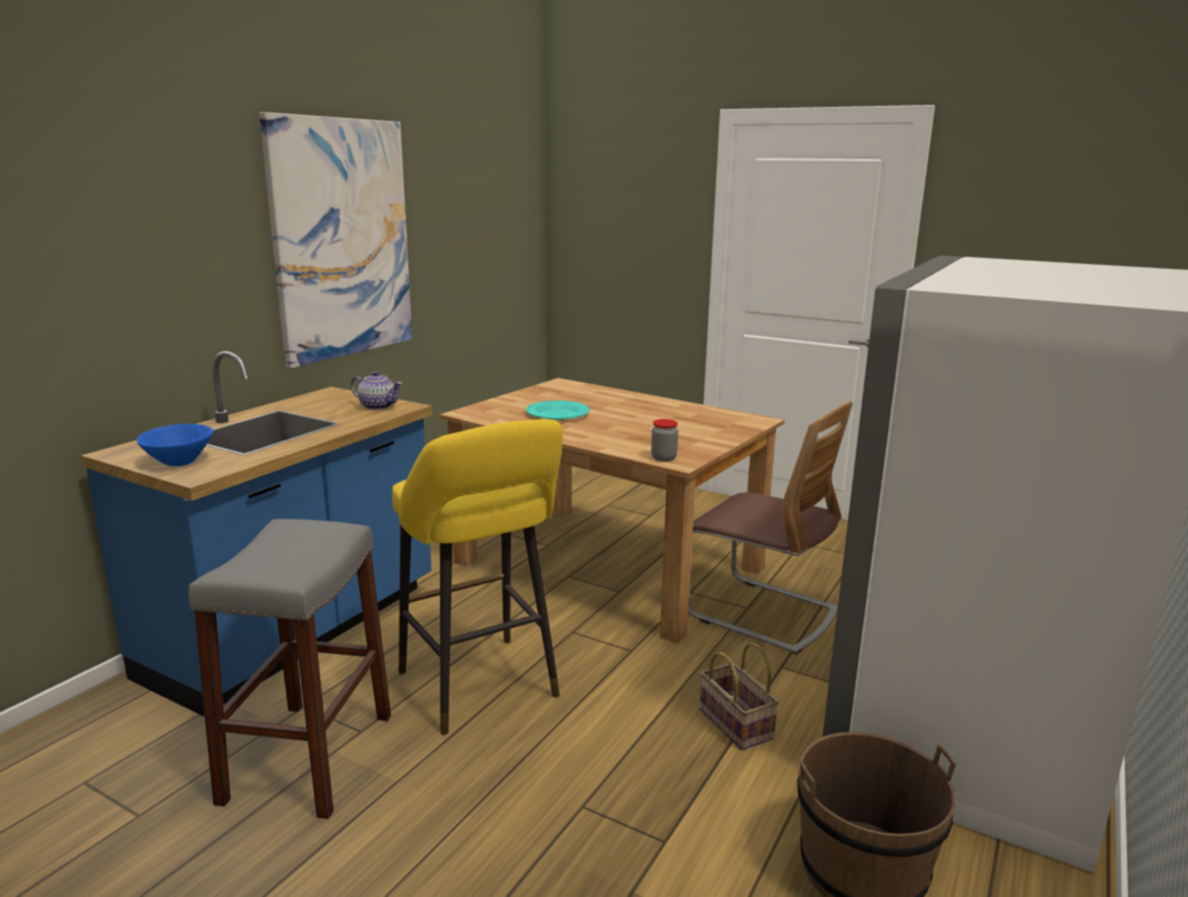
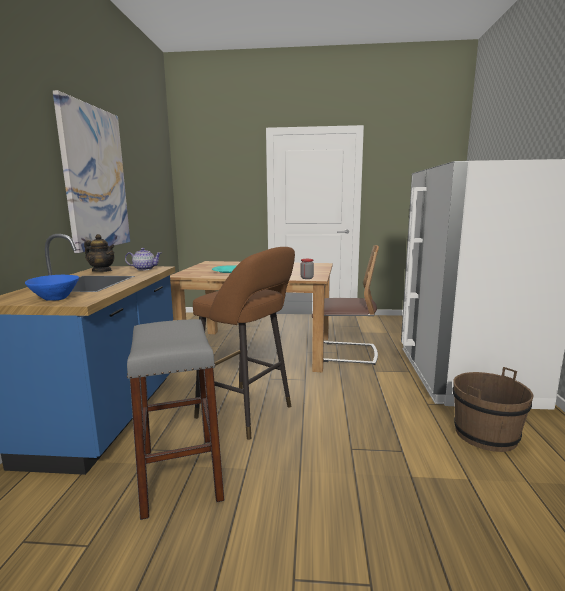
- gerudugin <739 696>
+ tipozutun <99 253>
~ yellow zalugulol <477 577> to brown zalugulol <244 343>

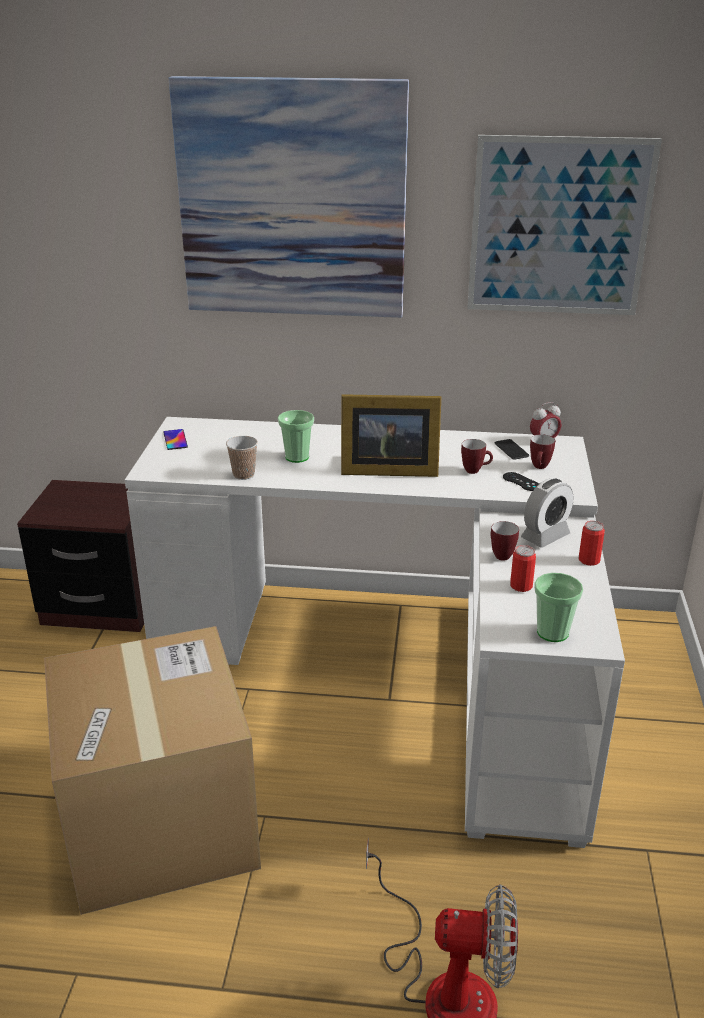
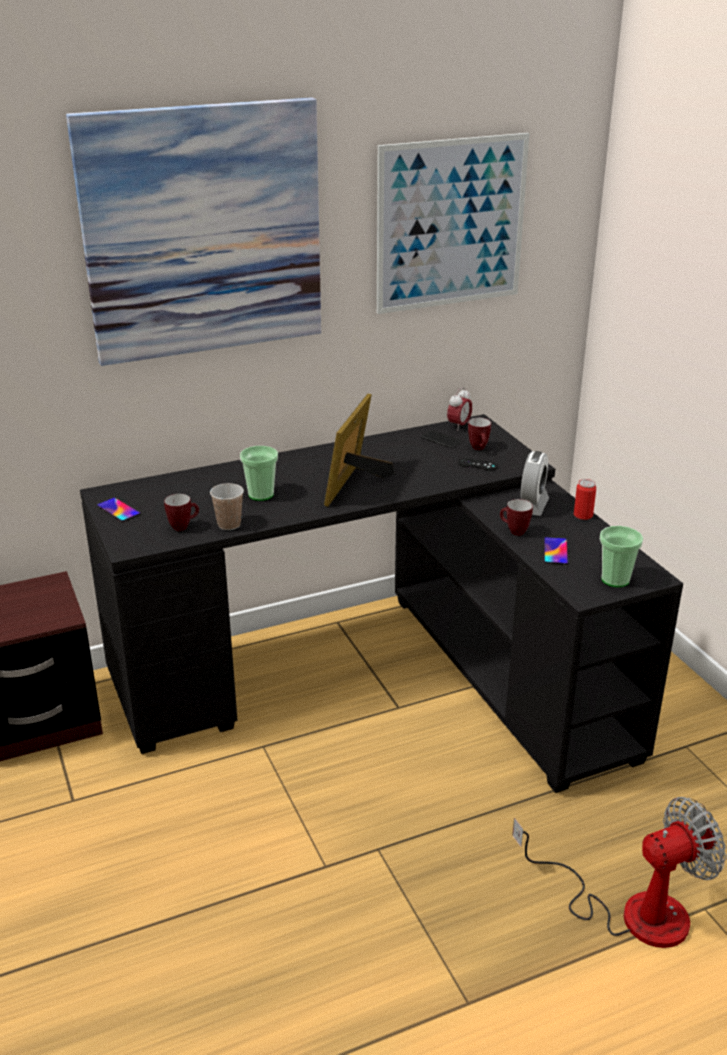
- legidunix <152 770>
~ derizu <477 456> to <181 512>
~ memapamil <523 568> to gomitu <556 551>
~ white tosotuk <375 632> to black tosotuk <381 603>
~ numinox <391 435> = <359 450> 135 degrees clockwise

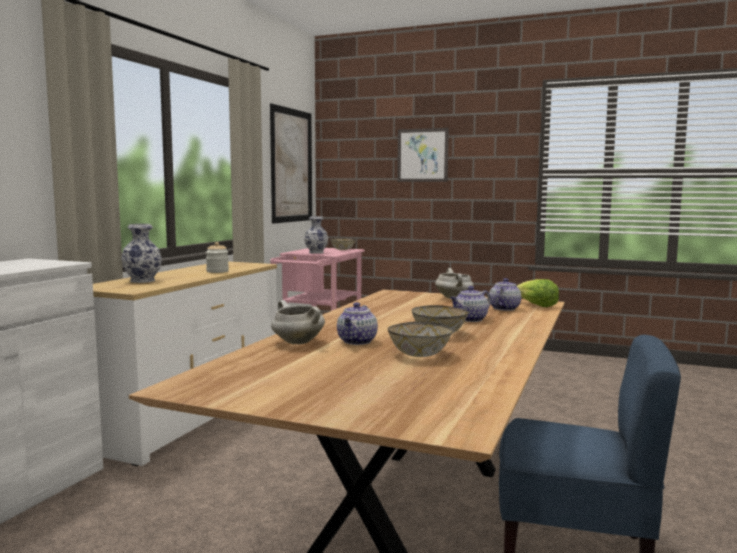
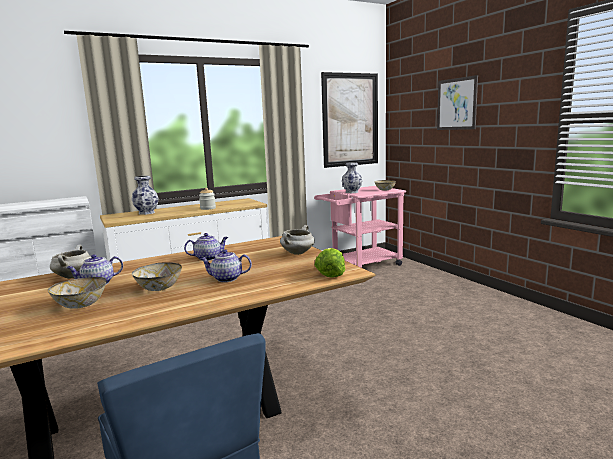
~ tipozutun <505 294> to <206 247>

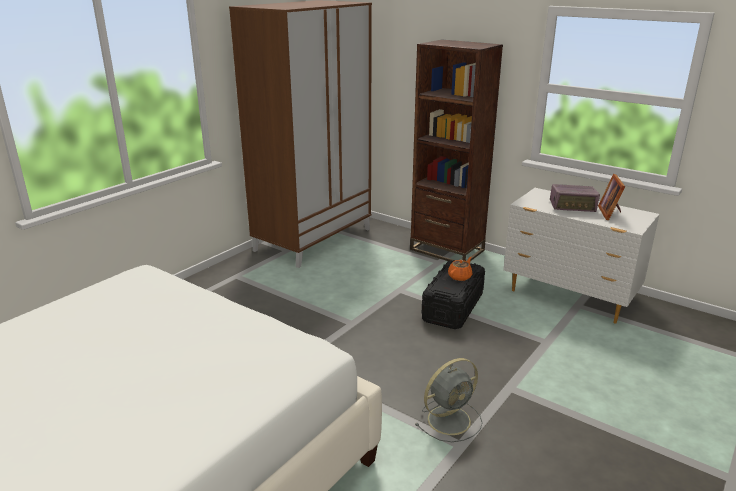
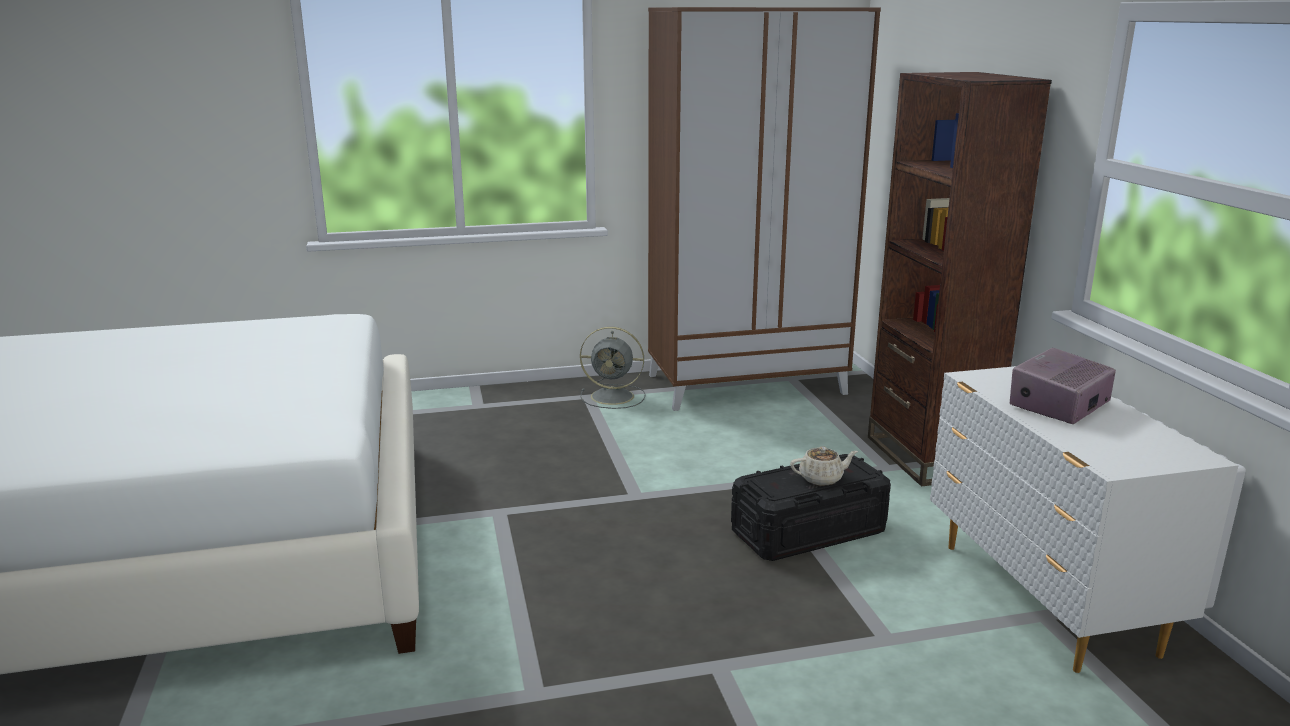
- numinox <611 197>
~ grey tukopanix <449 400> to <613 368>
~ orange tipozutun <460 269> to beige tipozutun <824 466>
~ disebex <575 198> = <1063 386> 90 degrees clockwise

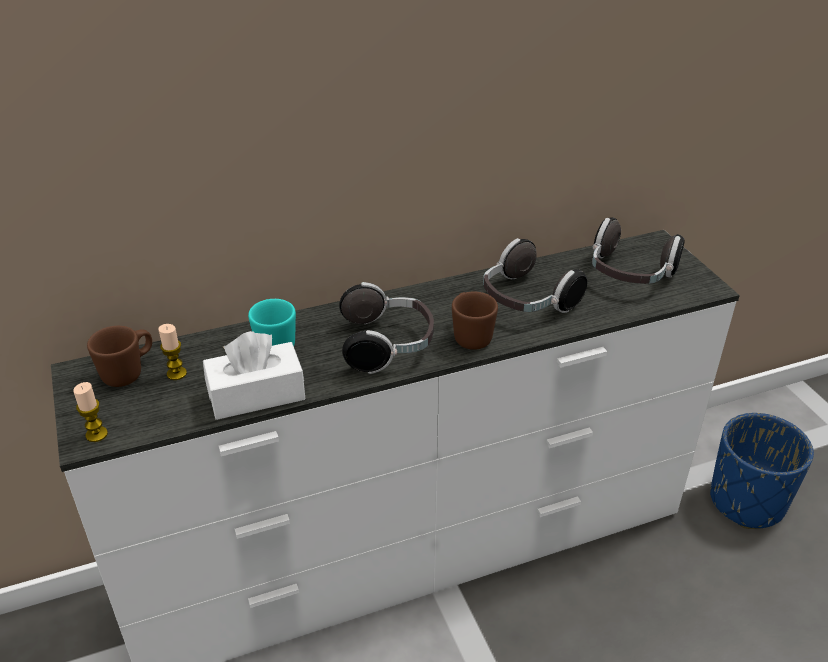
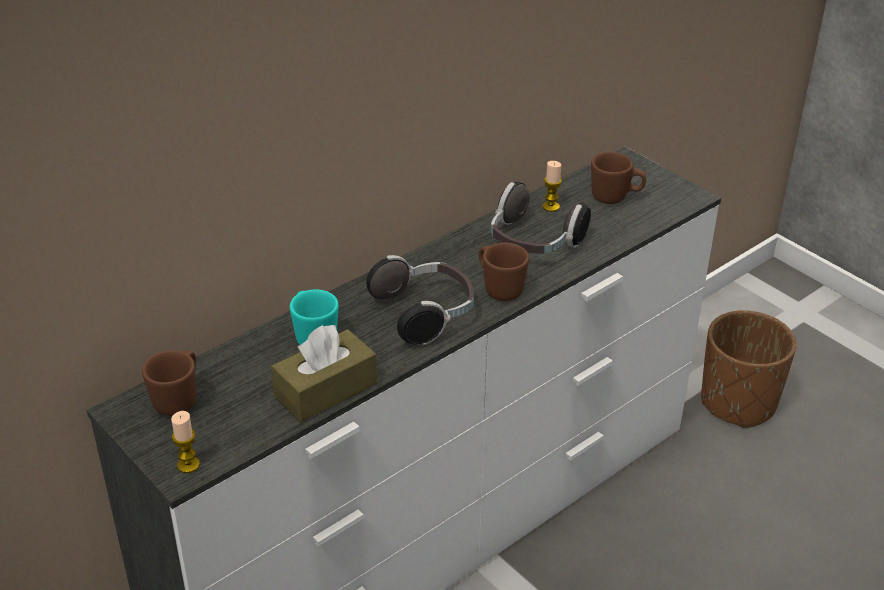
~ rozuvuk <172 352> to <552 186>
~ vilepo <638 250> to brown derizu <618 178>
~ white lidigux <254 375> to brown lidigux <324 373>
~ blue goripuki <762 471> to brown goripuki <749 369>

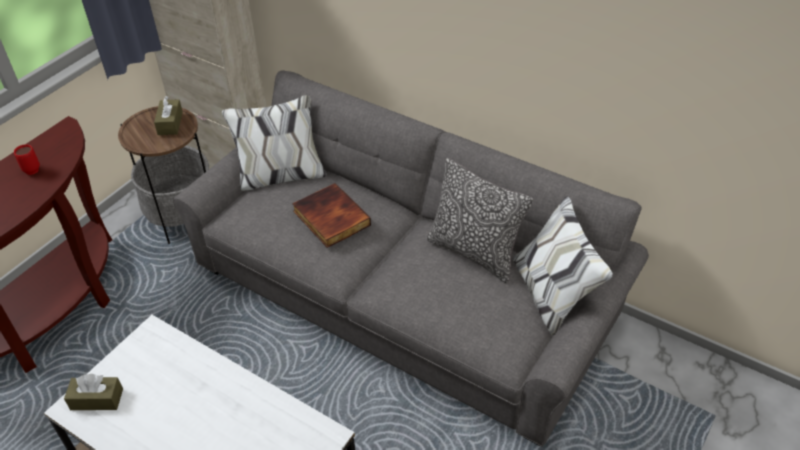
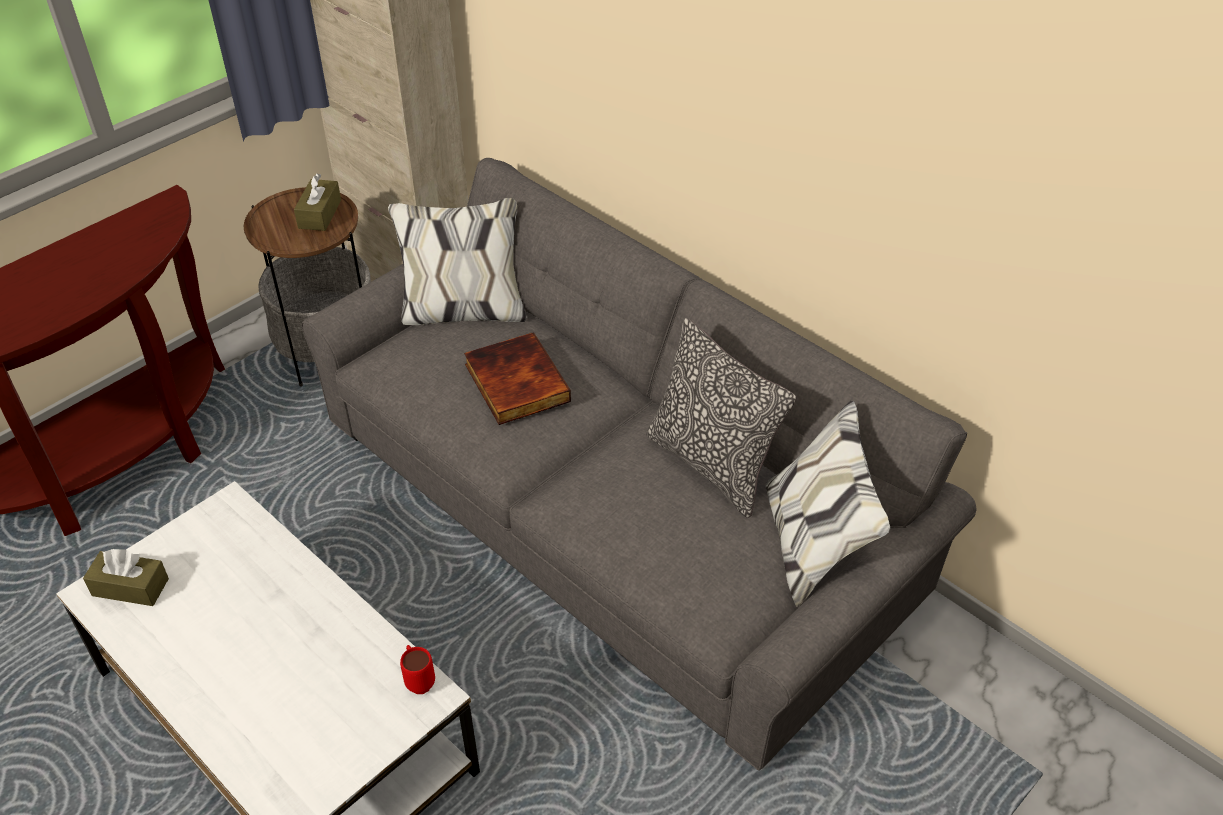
~ red derizu <27 159> to <417 669>

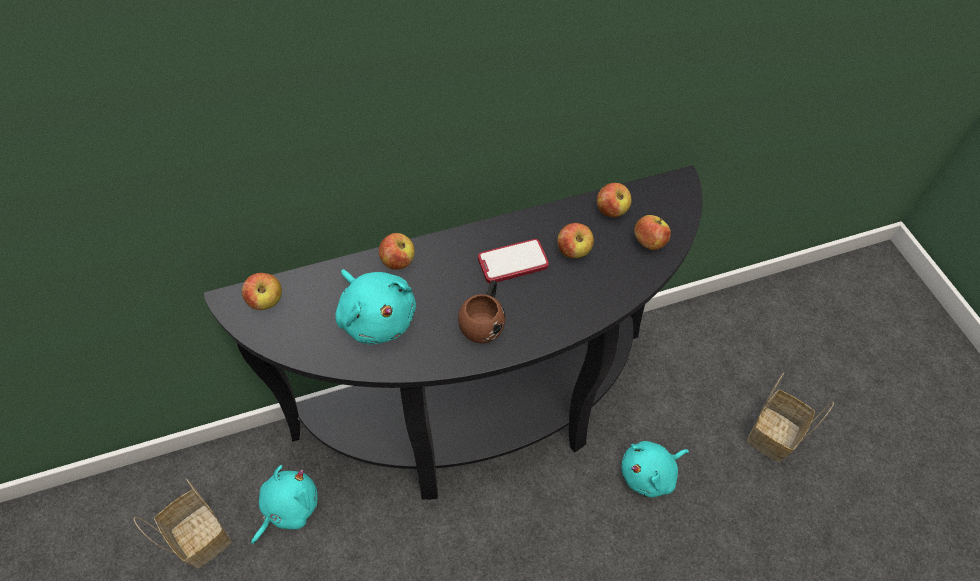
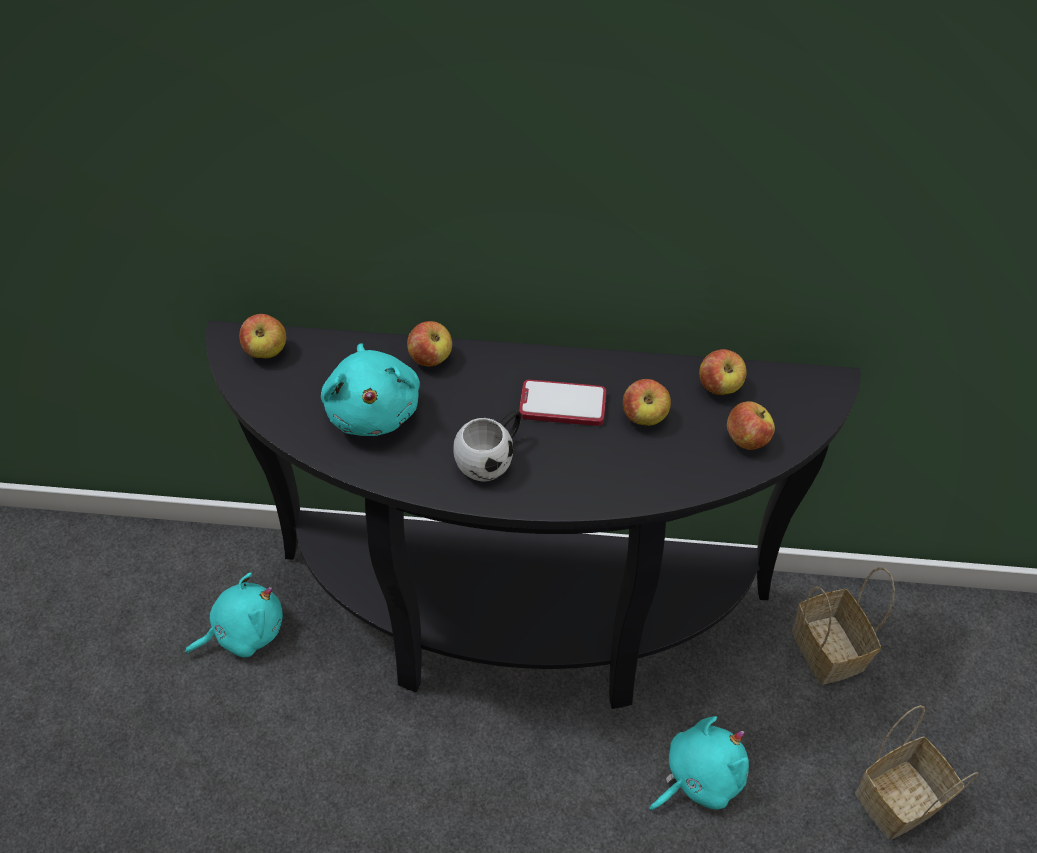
~ gerudugin <182 523> to <843 626>
~ brown derizu <482 311> to white derizu <487 446>
~ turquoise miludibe <655 469> = <699 763> 150 degrees clockwise

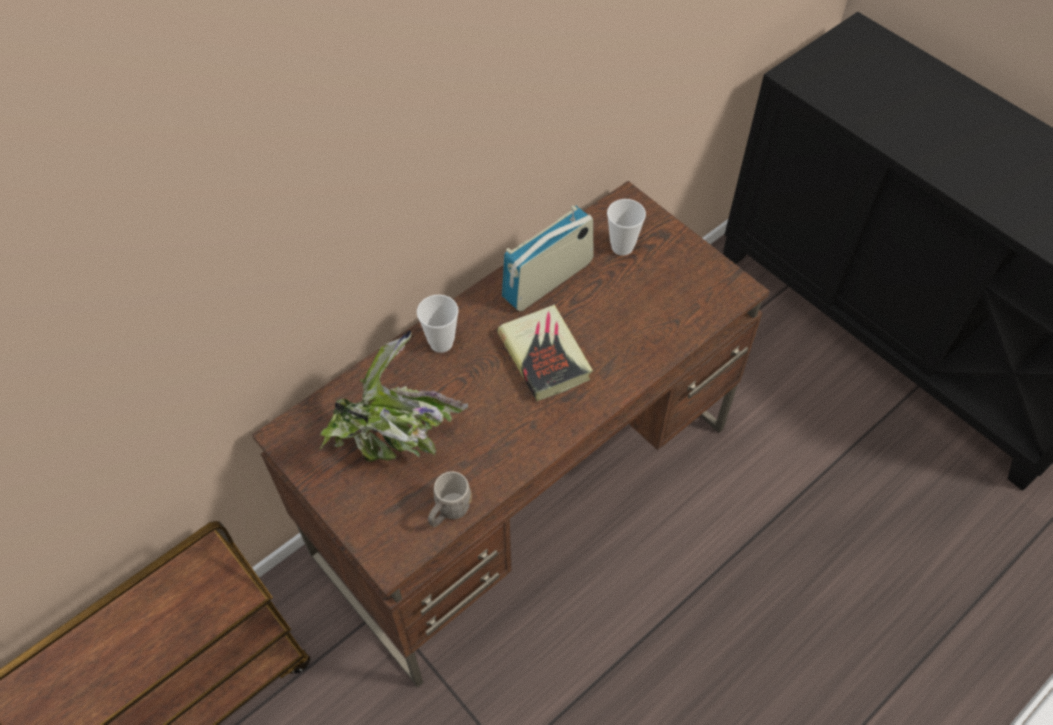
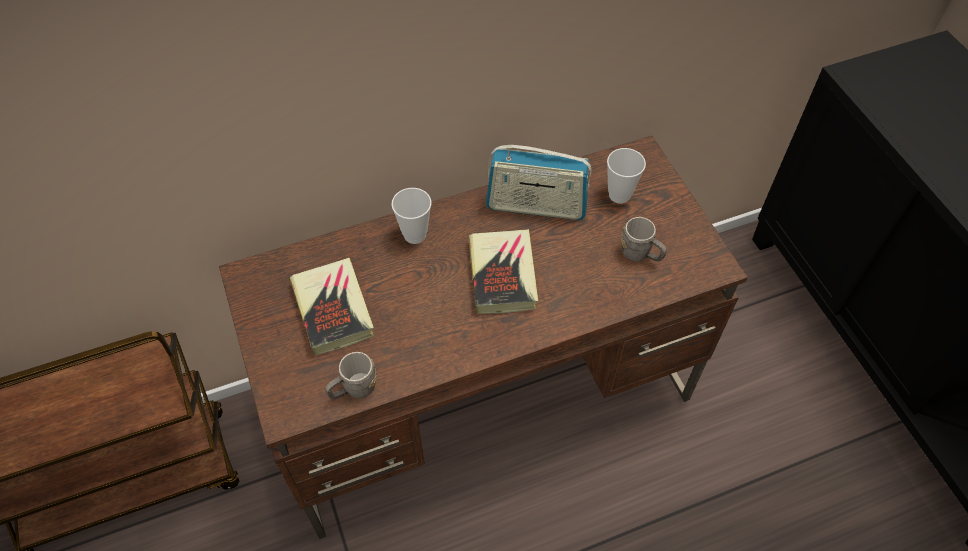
+ grey derizu <644 239>
~ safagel <393 396> to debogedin <332 307>
~ disebex <547 258> = <539 182> 150 degrees counterclockwise

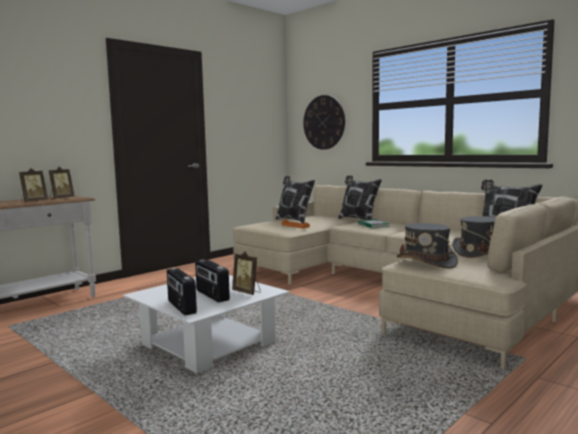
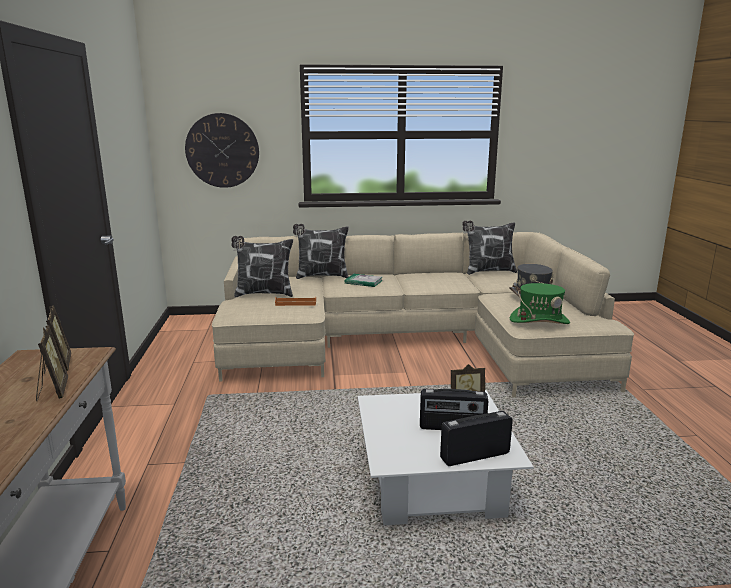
~ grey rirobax <427 246> to green rirobax <540 303>
~ disebex <182 292> = <476 438> 150 degrees clockwise

